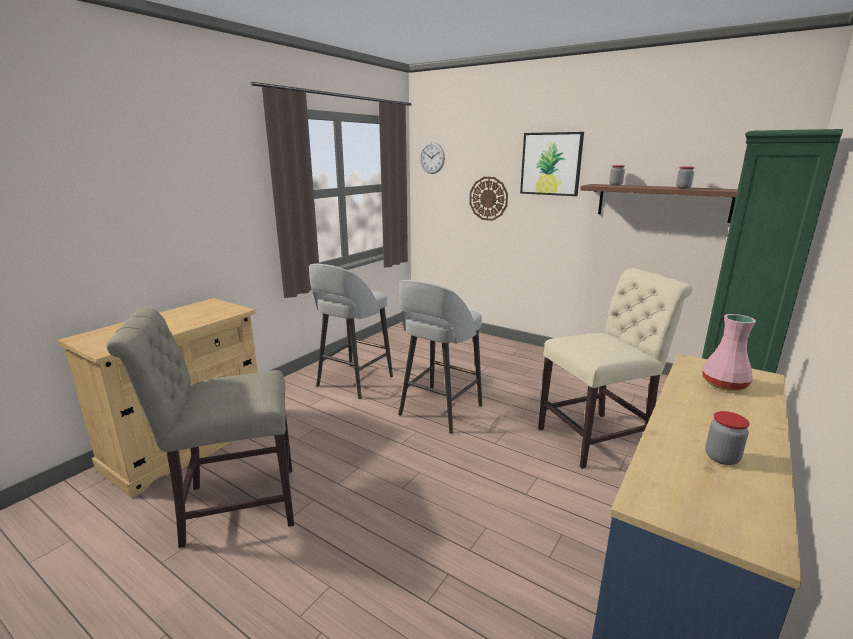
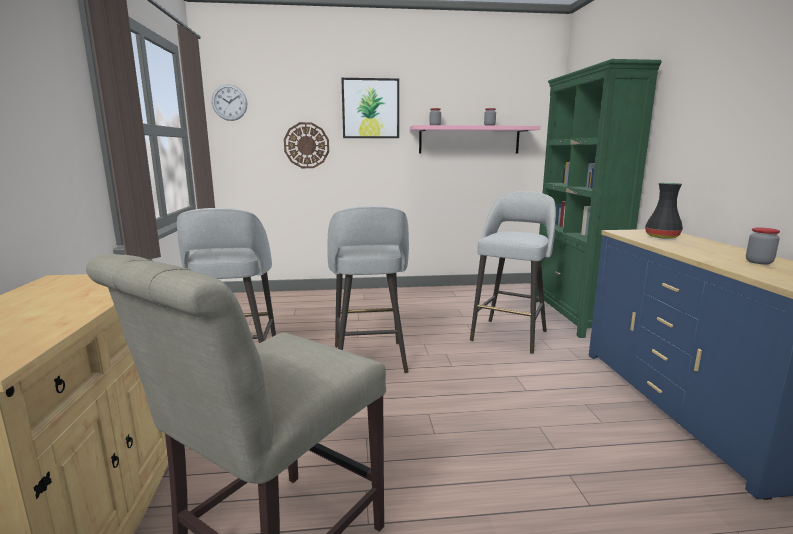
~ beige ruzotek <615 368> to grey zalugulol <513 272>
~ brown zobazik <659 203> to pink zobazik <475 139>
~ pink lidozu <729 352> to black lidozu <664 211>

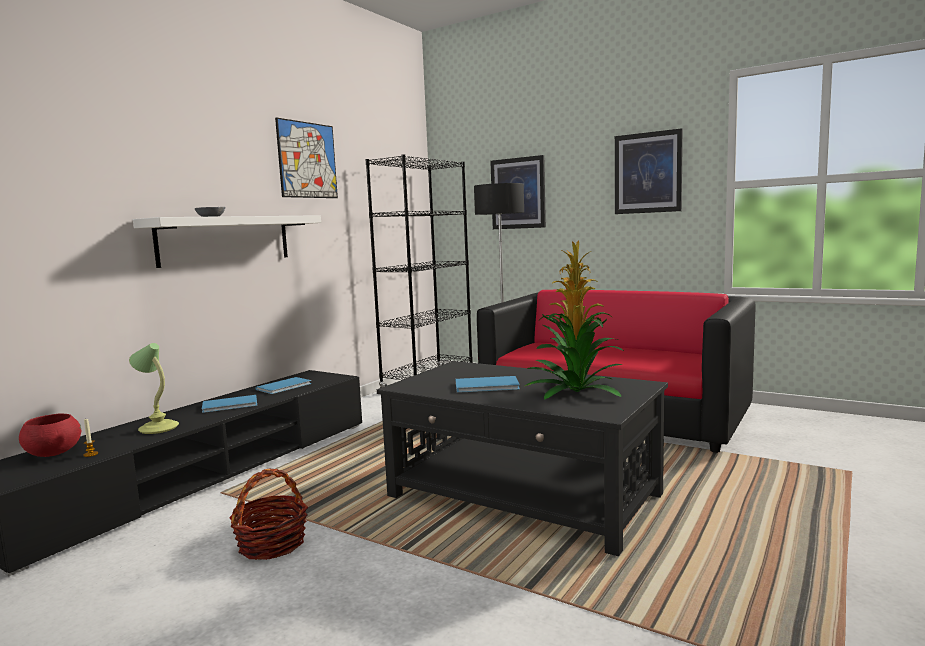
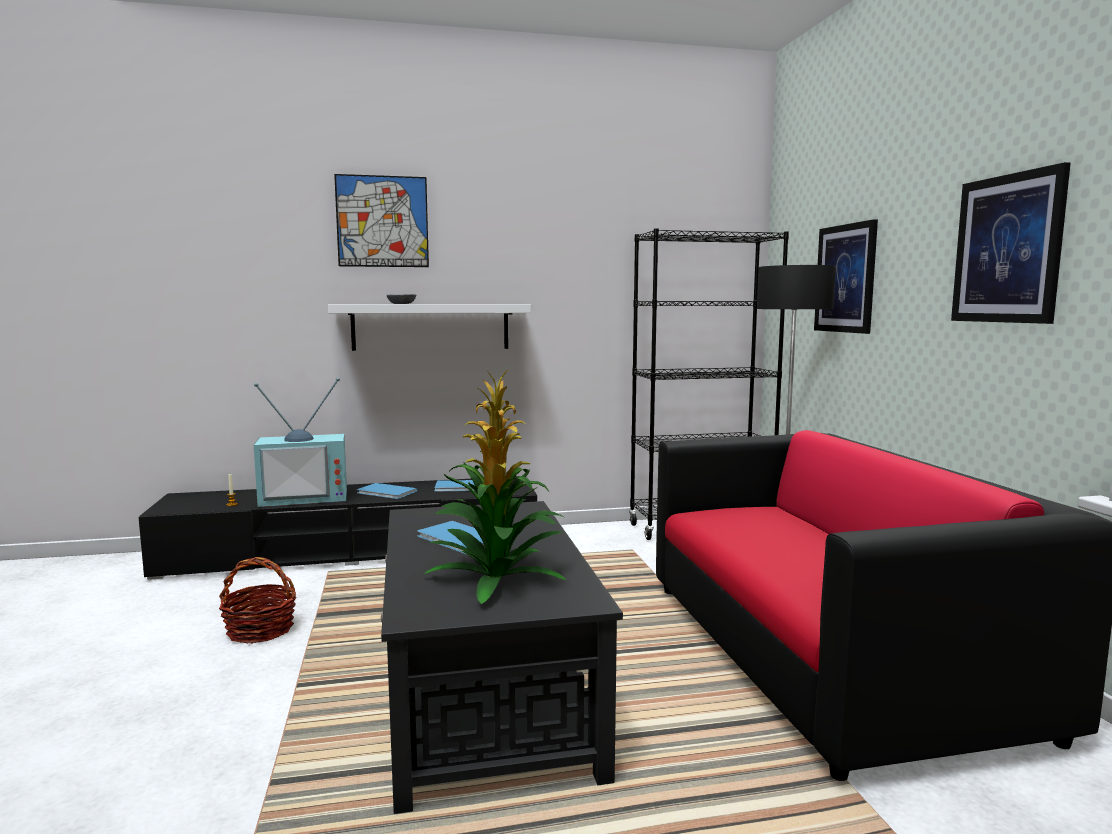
- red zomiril <50 435>
~ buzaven <306 157> to <381 220>
~ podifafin <154 388> to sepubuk <300 442>

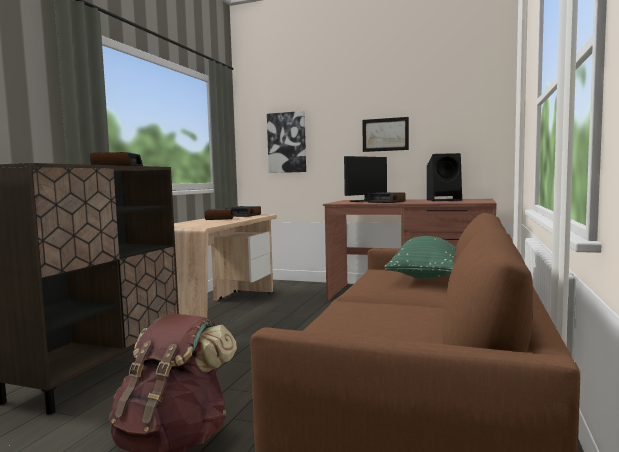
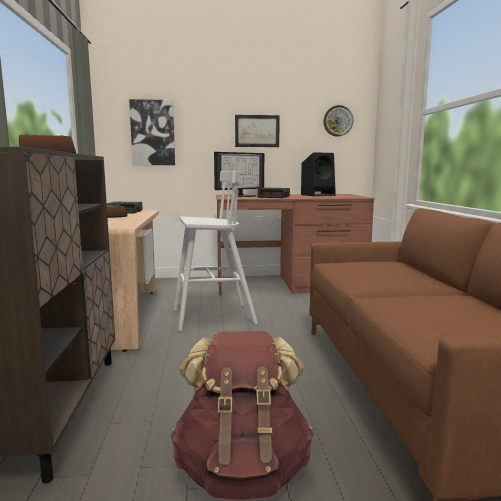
- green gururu <420 257>
+ white zalugulol <216 251>
+ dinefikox <338 121>
~ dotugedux <365 179> = <239 174> 150 degrees counterclockwise

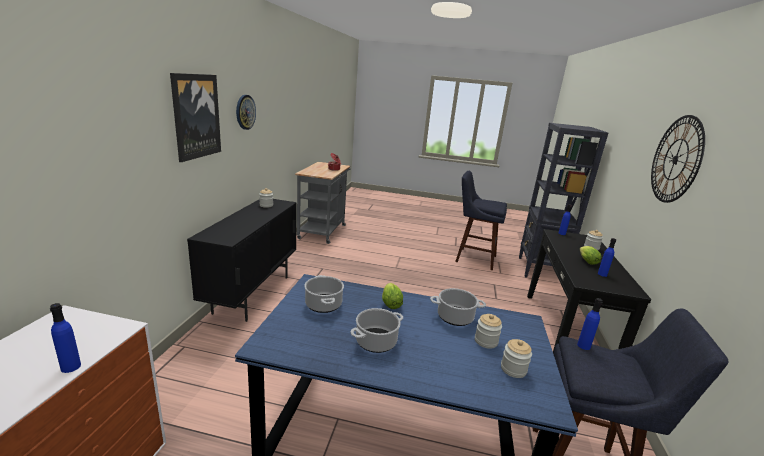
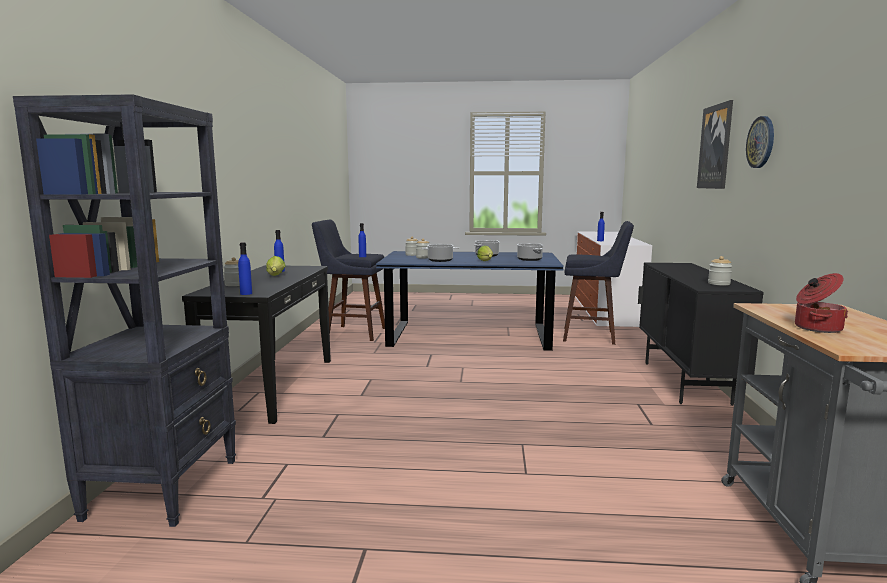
- dinefikox <678 159>
~ blue zalugulol <481 220> to <598 283>

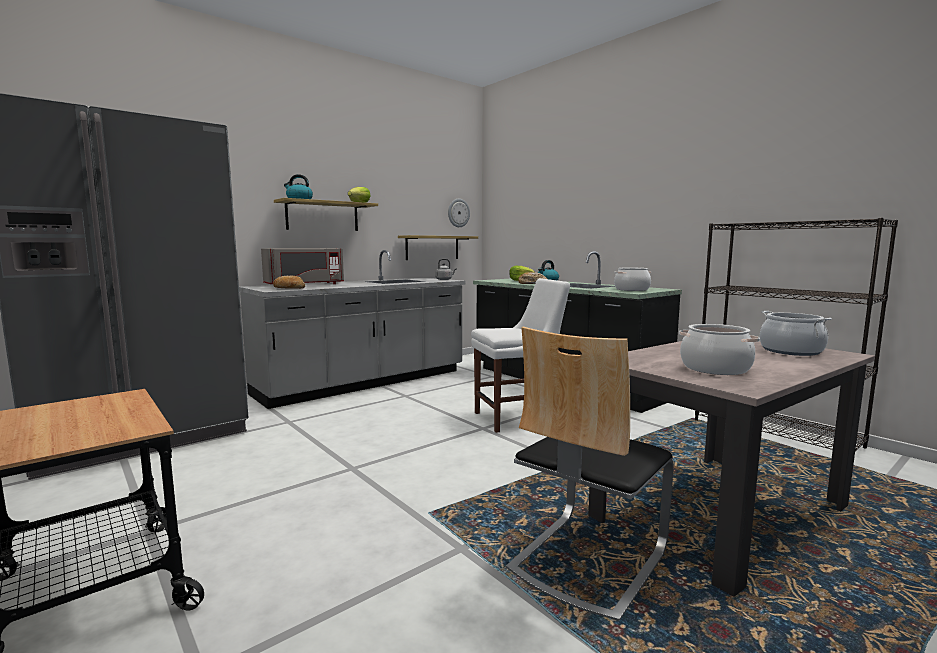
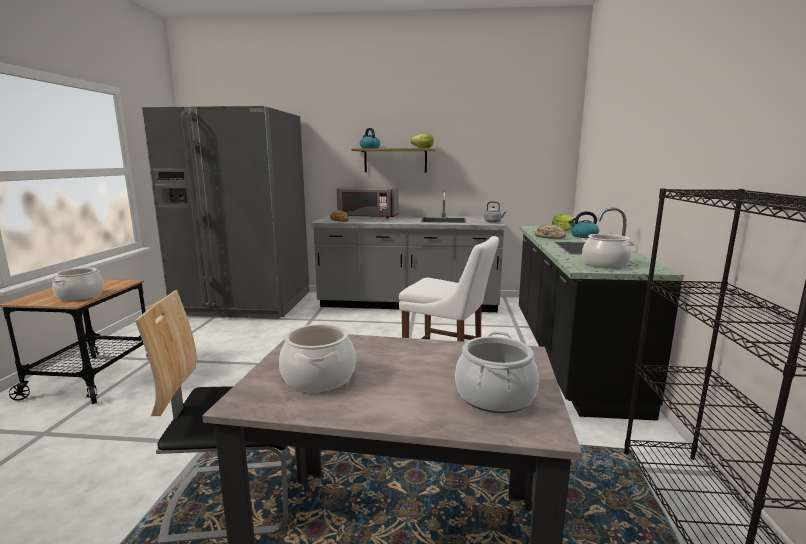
- zobazik <438 247>
- dinefikox <459 213>
+ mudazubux <78 284>

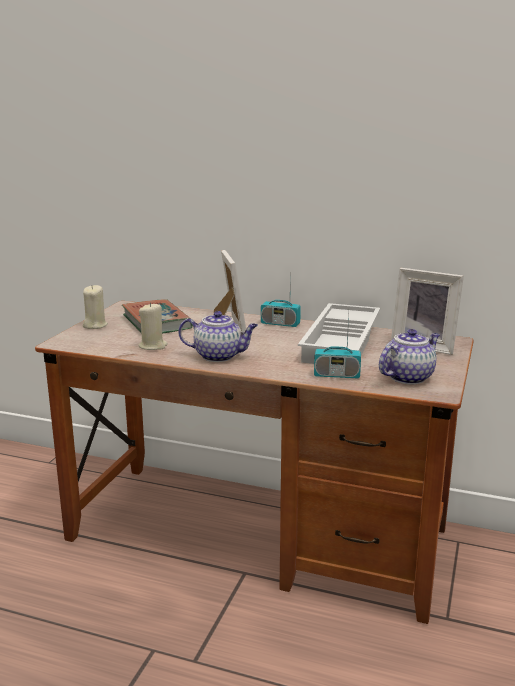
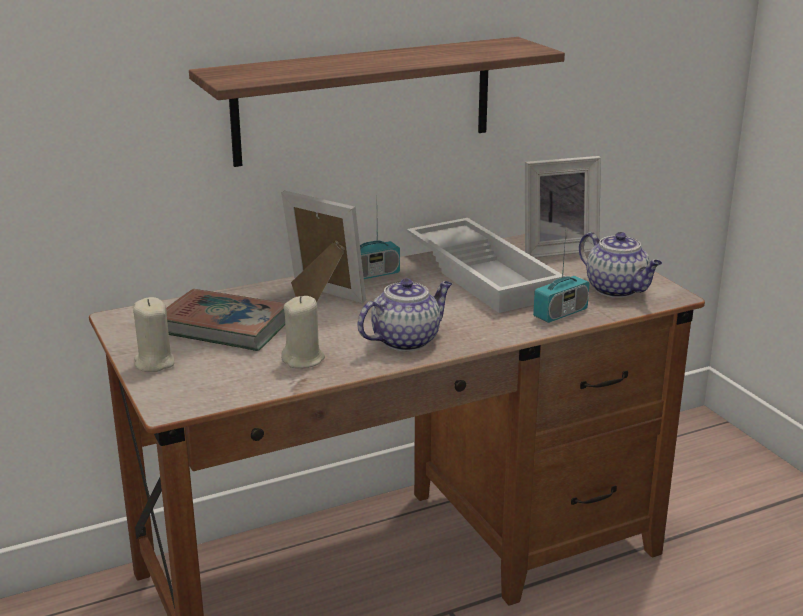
+ zobazik <377 102>
~ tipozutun <409 357> = <620 265> 135 degrees clockwise

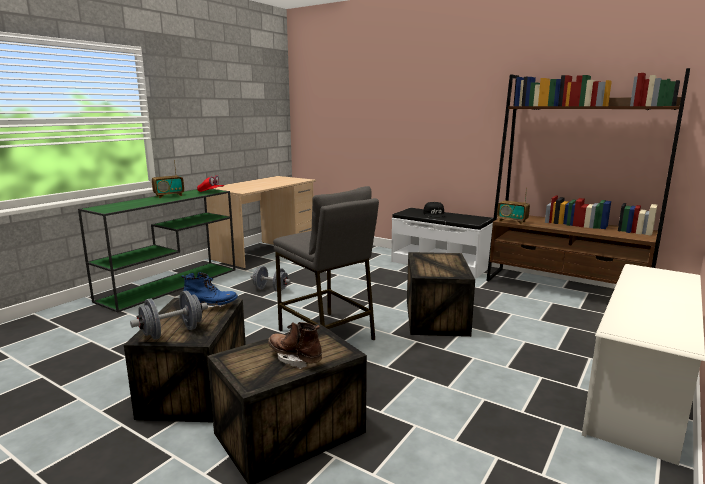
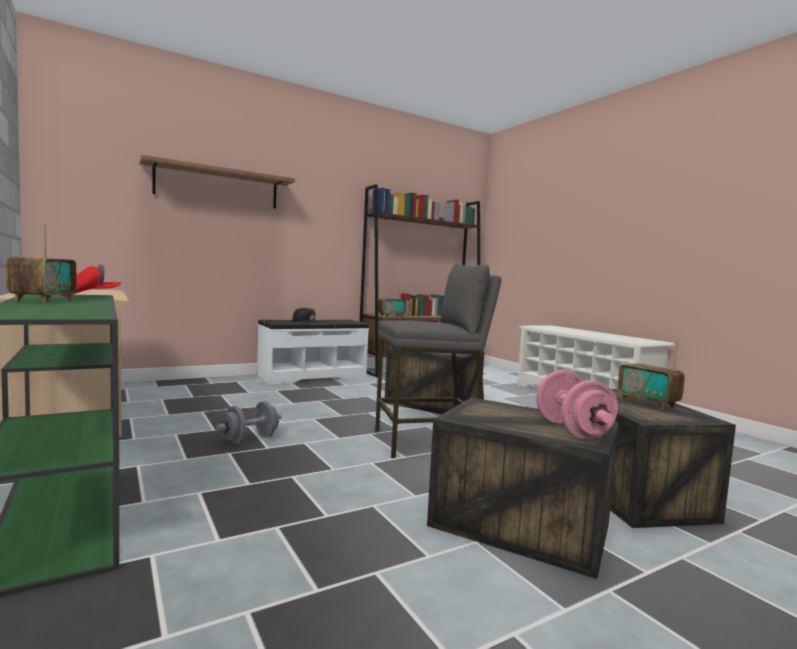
- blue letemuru <209 289>
+ zobazik <217 182>
~ brown letemuru <295 345> to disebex <651 375>
~ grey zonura <169 315> to pink zonura <577 404>

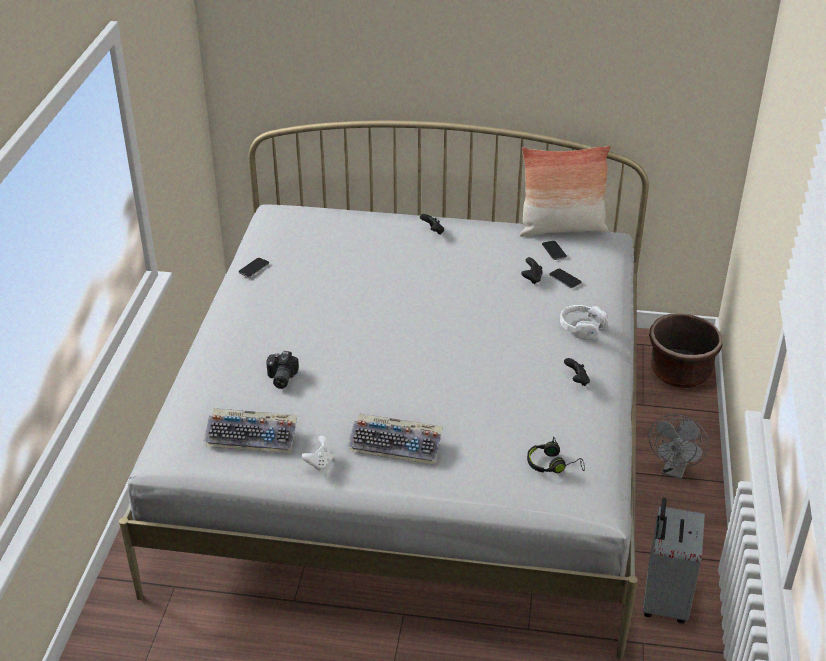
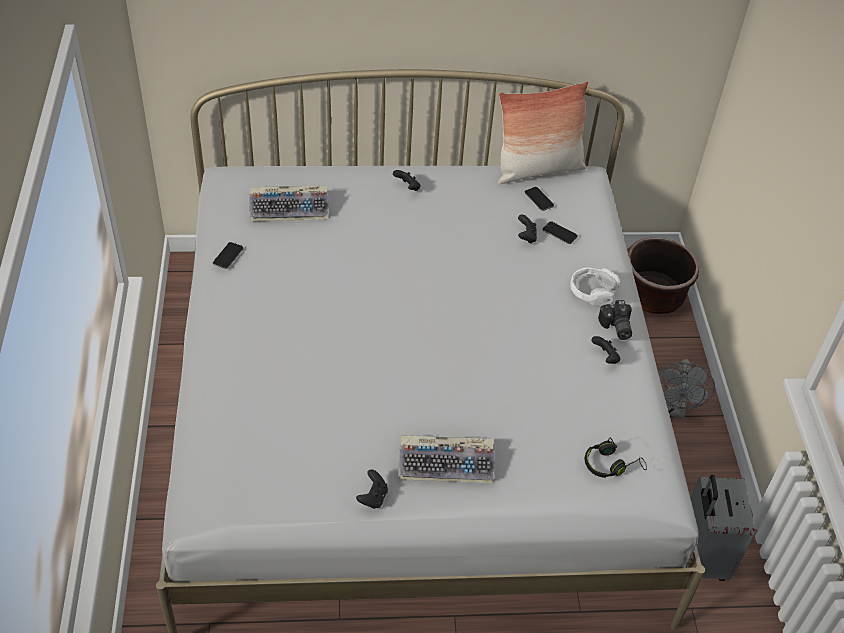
~ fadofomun <250 430> to <289 203>
~ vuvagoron <282 370> to <615 320>
~ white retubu <318 453> to black retubu <372 489>

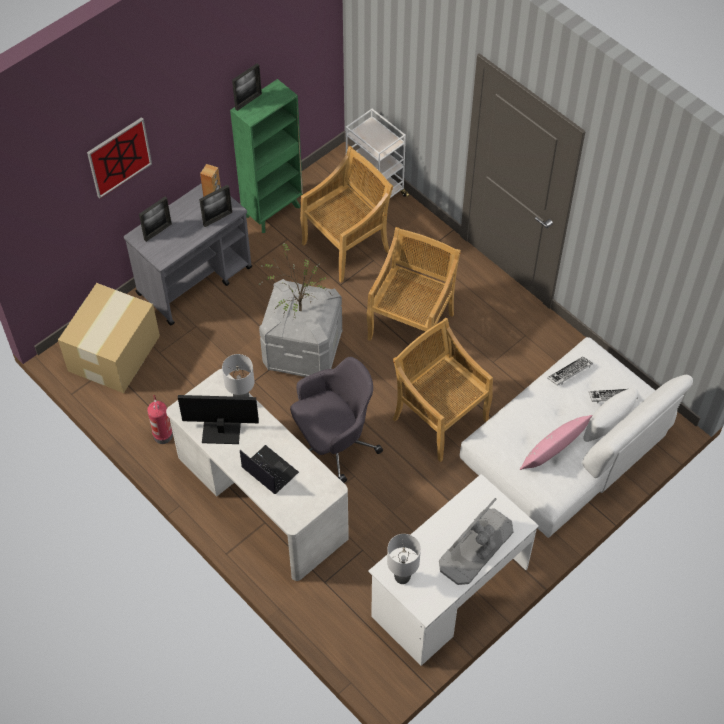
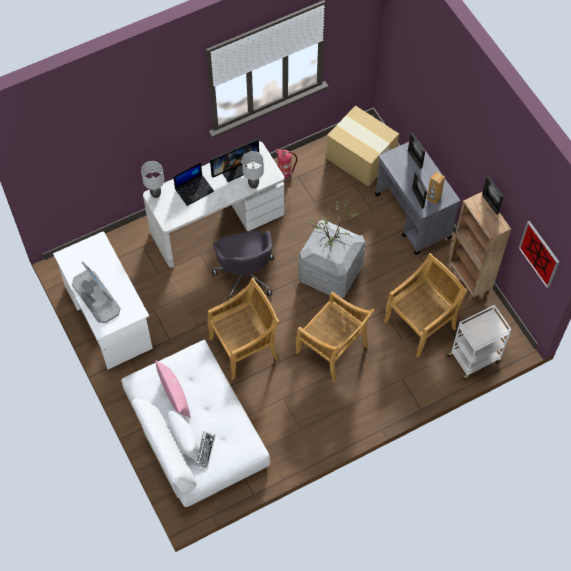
- fadofomun <570 371>
~ buzaven <119 157> to <538 254>
~ grey podifafin <404 559> to <152 179>
~ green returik <266 156> to brown returik <480 246>
~ dotugedux <218 419> = <234 160> 45 degrees clockwise
~ beige ruzotek <346 214> = <426 305> 105 degrees counterclockwise

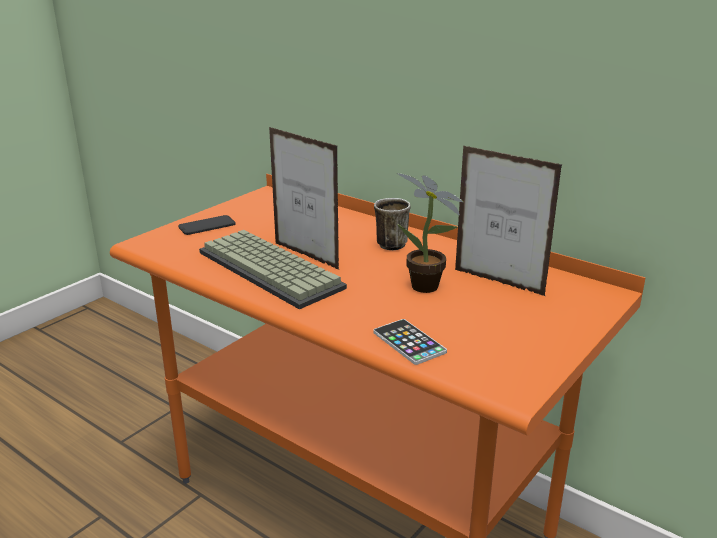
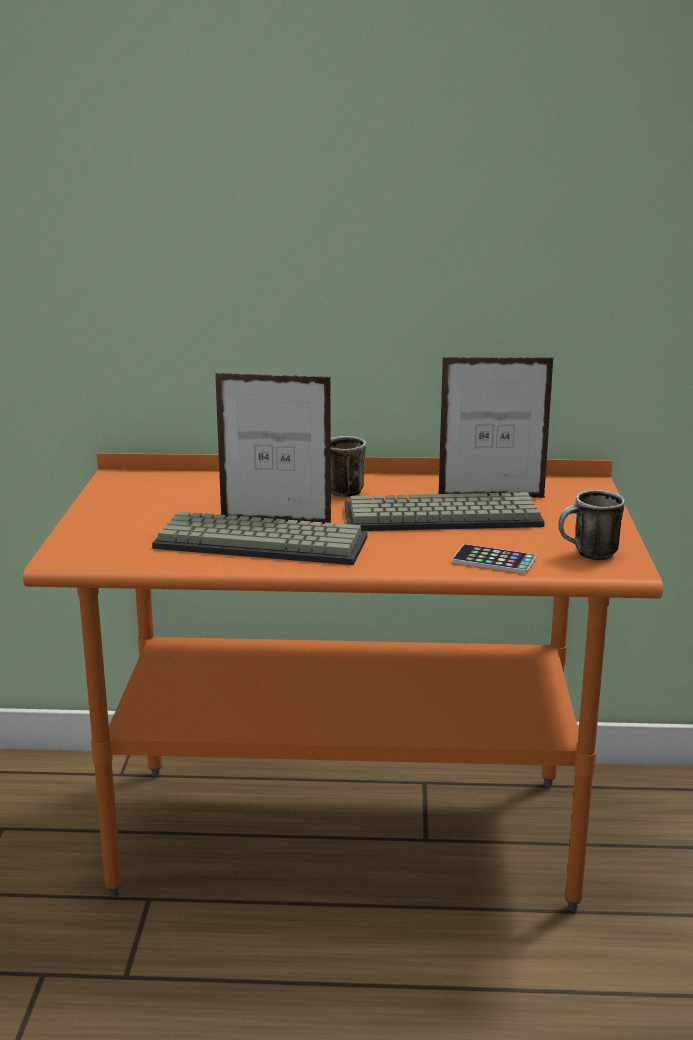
- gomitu <207 225>
+ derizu <591 525>
~ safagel <430 233> to fadofomun <444 511>

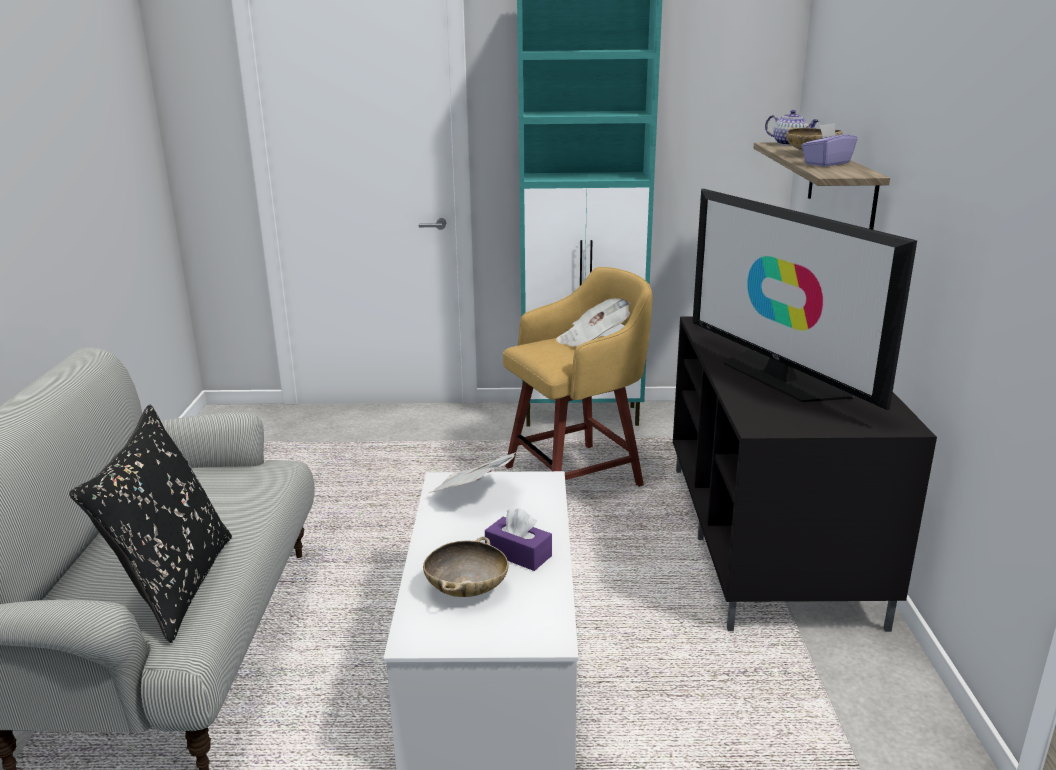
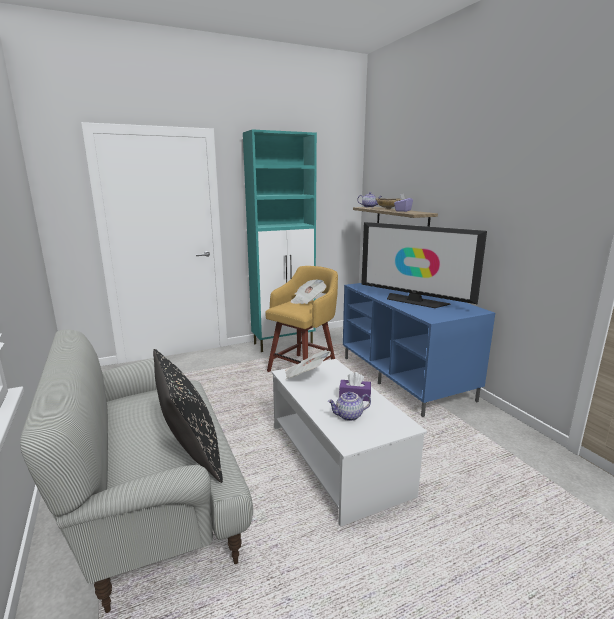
~ beige zomiril <466 567> to tipozutun <349 406>
~ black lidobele <805 474> to blue lidobele <419 350>

